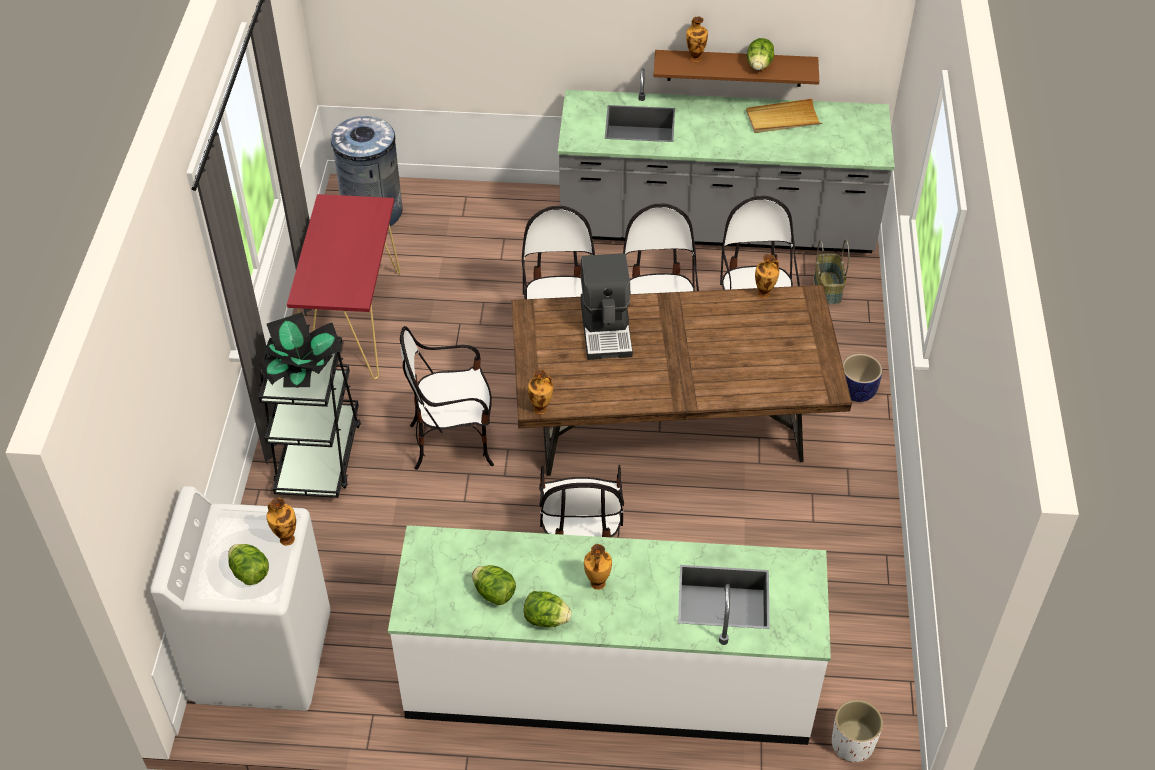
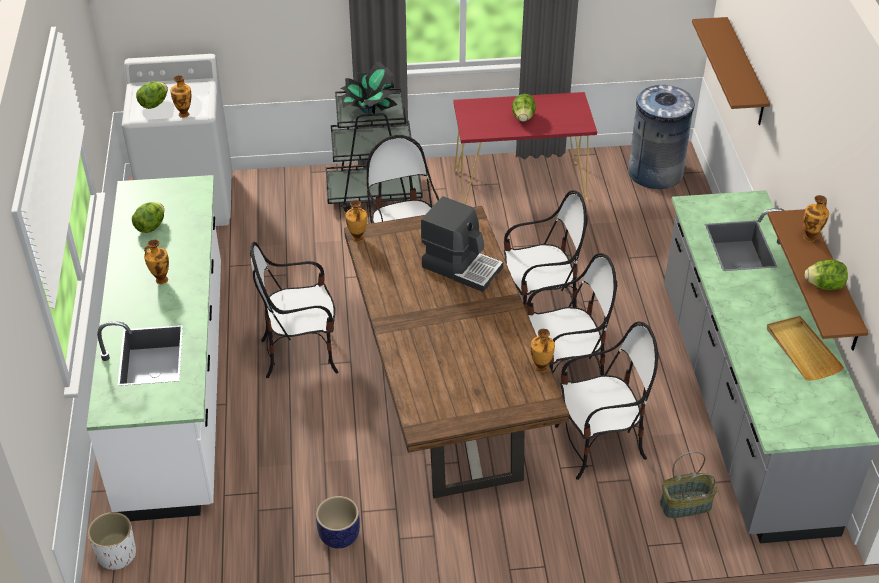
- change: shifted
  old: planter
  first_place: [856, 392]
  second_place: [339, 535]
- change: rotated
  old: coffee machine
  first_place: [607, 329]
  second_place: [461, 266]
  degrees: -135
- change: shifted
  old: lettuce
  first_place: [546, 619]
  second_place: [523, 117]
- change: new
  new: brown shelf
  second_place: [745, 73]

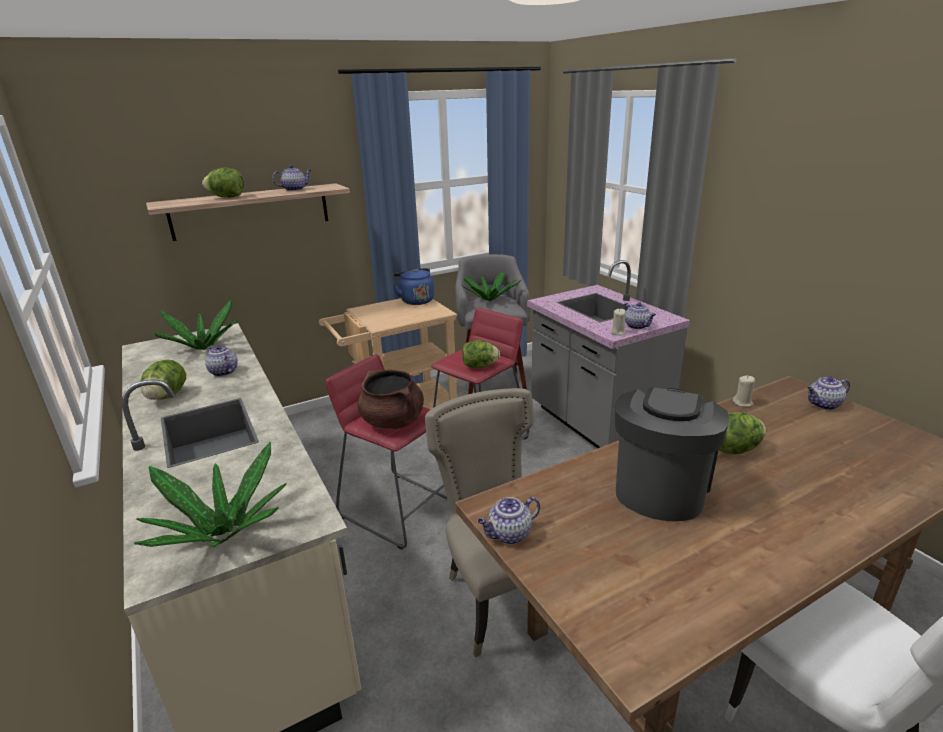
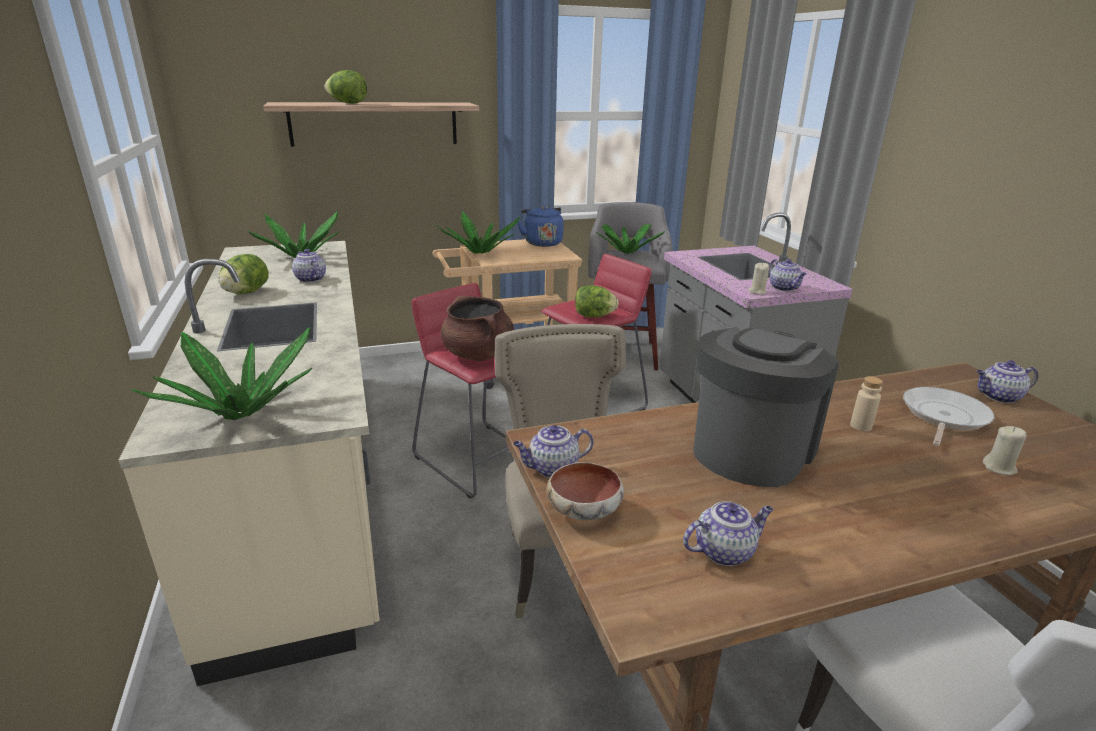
- change: new
  new: potted plant
  second_place: [480, 252]
- change: new
  new: bowl
  second_place: [585, 510]
- change: shifted
  old: teapot
  first_place: [295, 189]
  second_place: [724, 551]
- change: swapped
  old: lettuce
  new: beige bottle
  first_place: [734, 449]
  second_place: [860, 426]
- change: new
  new: frying pan
  second_place: [943, 417]
- change: shifted
  old: beige candle
  first_place: [742, 403]
  second_place: [999, 468]

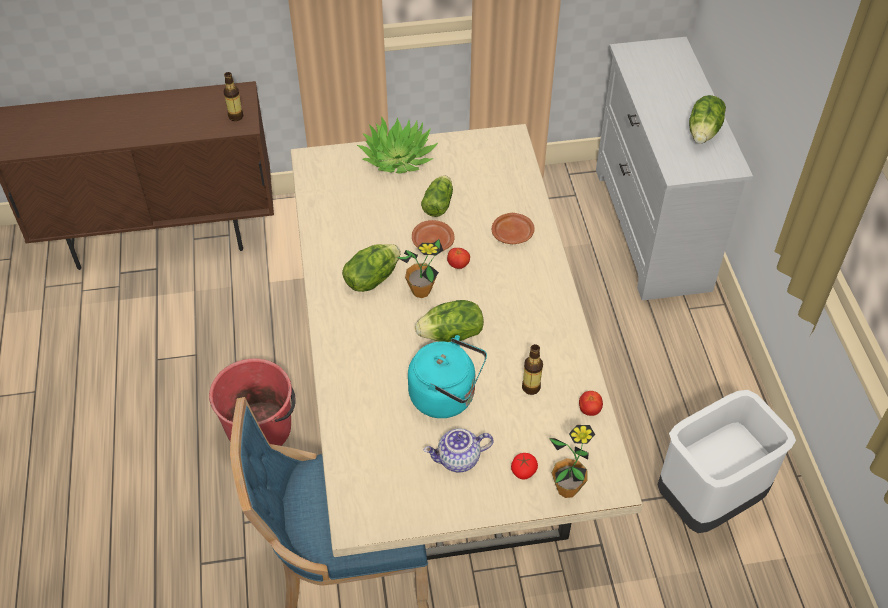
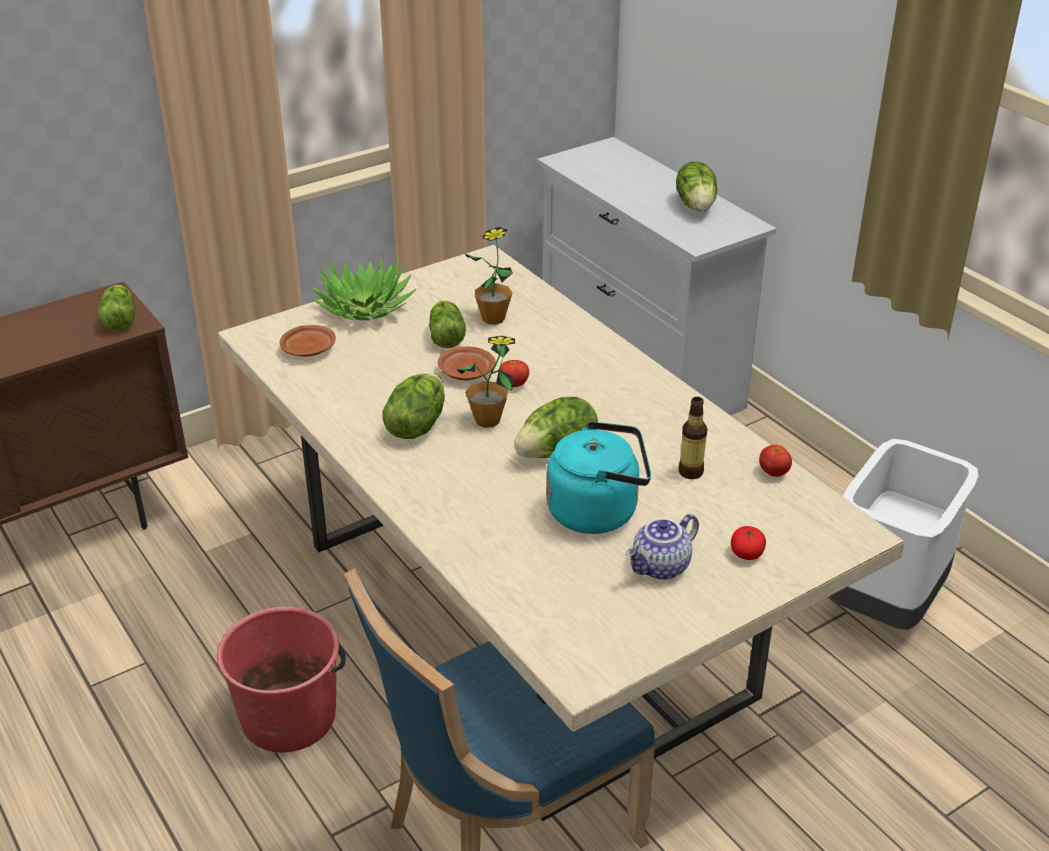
- change: swapped
  old: bottle
  new: lettuce
  first_place: [236, 116]
  second_place: [120, 319]
- change: shifted
  old: brown plate
  first_place: [513, 234]
  second_place: [309, 349]
- change: shifted
  old: potted plant
  first_place: [567, 488]
  second_place: [493, 318]

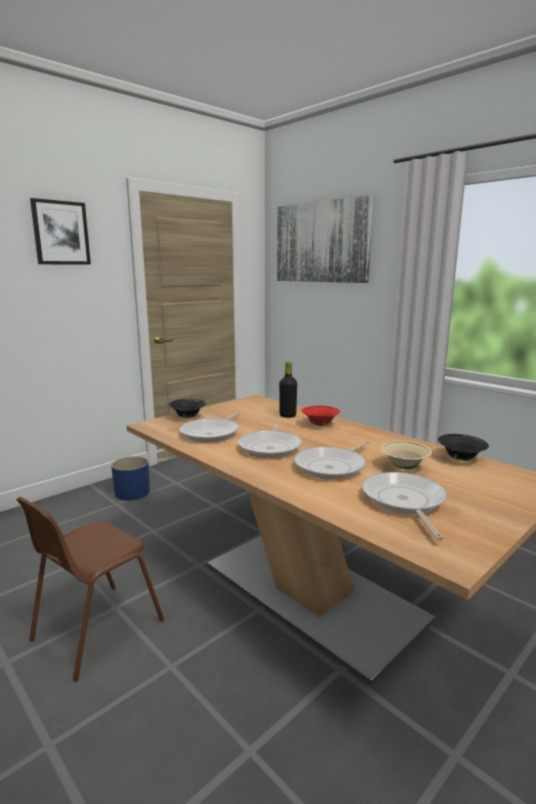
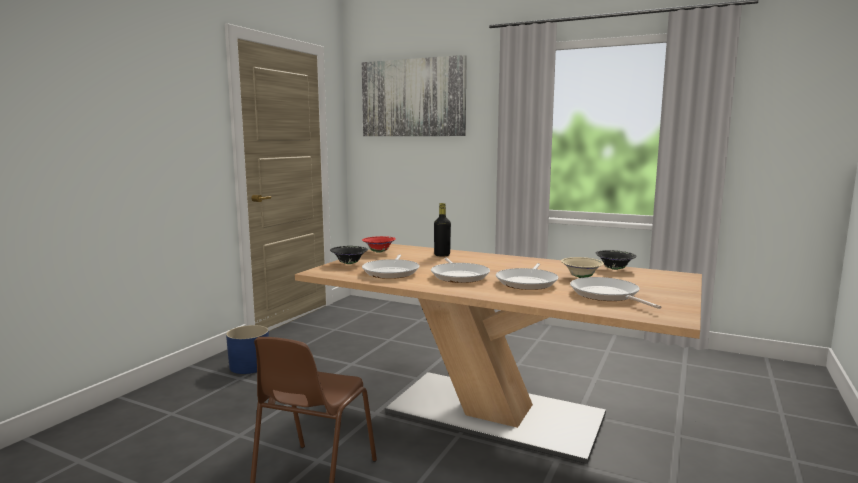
- change: shifted
  old: red bowl
  first_place: [320, 425]
  second_place: [379, 252]
- change: gone
  old: picture
  first_place: [61, 233]

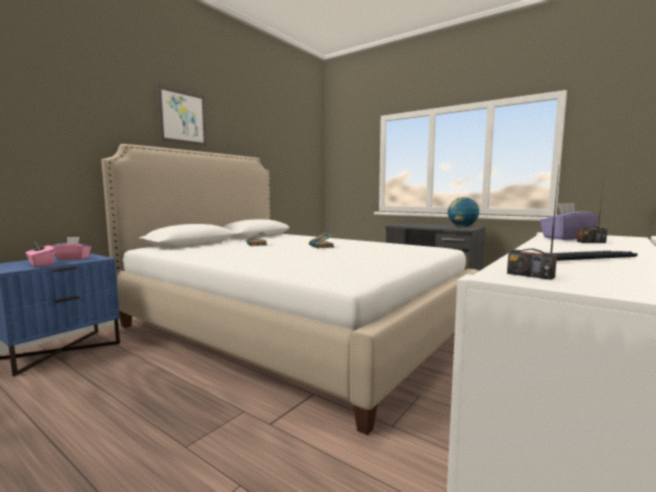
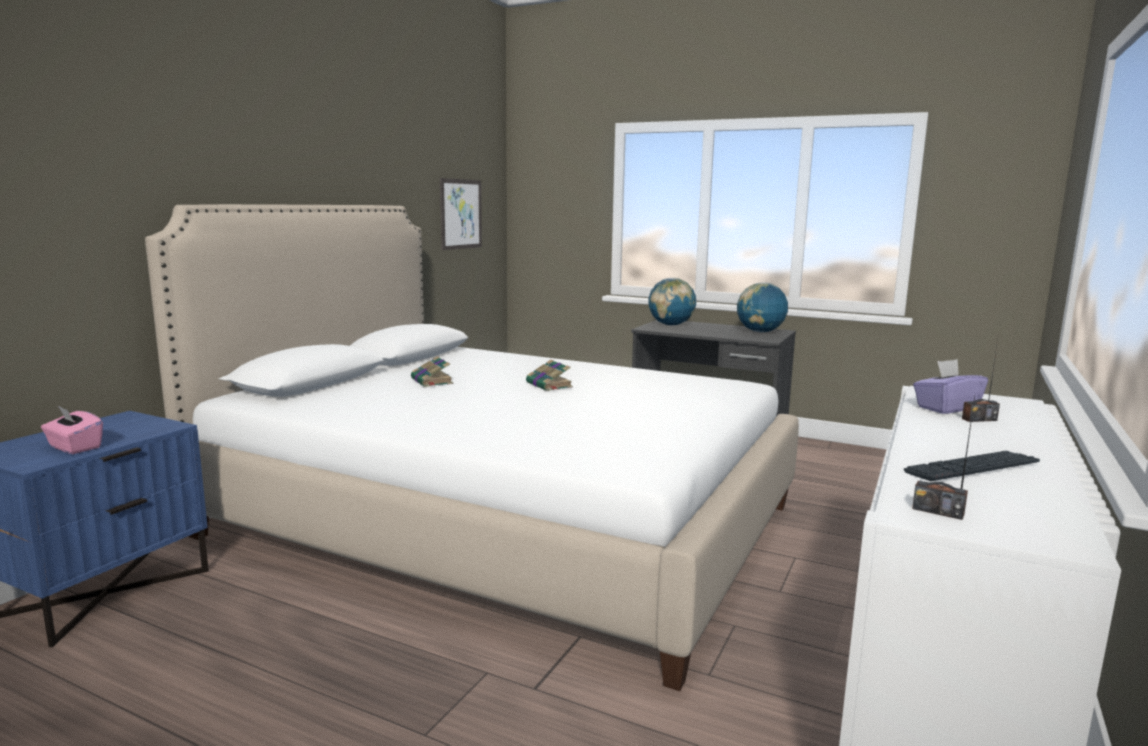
- change: shifted
  old: picture
  first_place: [182, 117]
  second_place: [461, 214]
- change: new
  new: globe
  second_place: [671, 325]
- change: gone
  old: pink tissue box
  first_place: [73, 258]

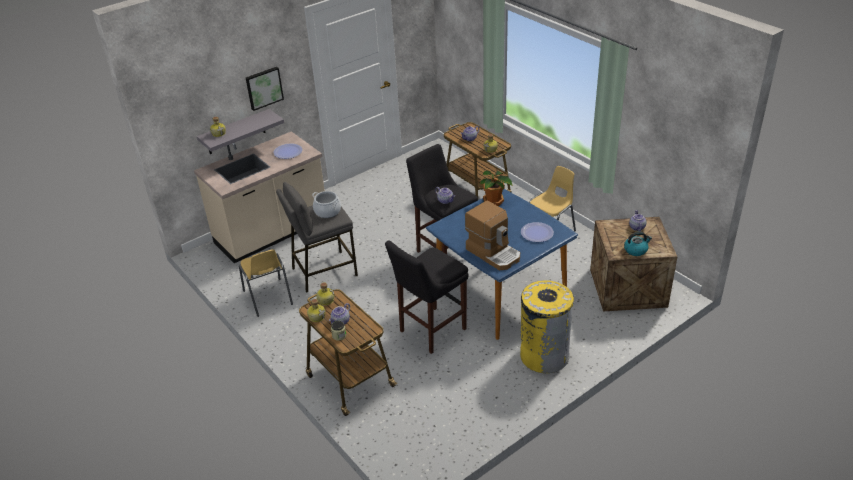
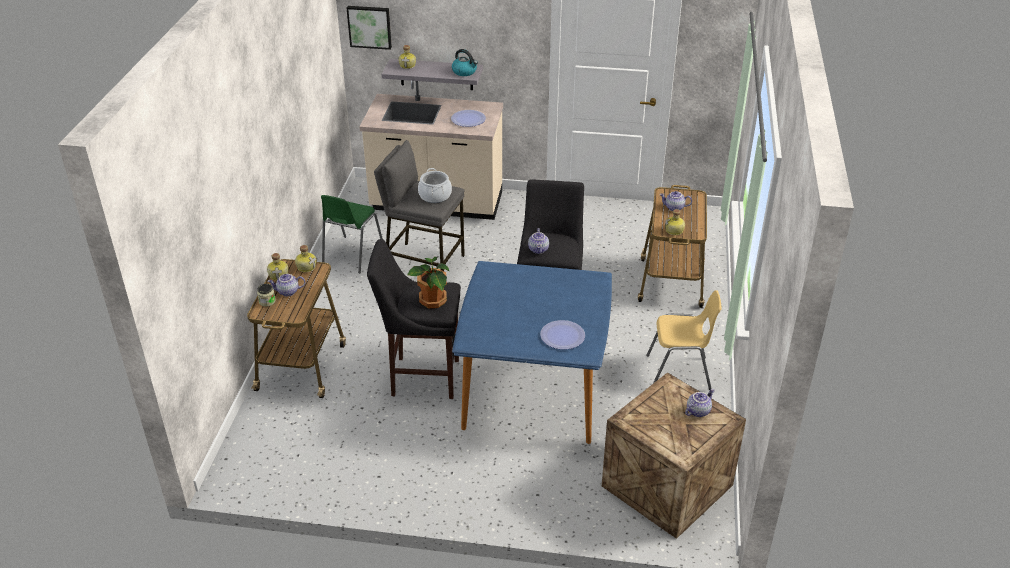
- change: repainted
  old: yellow chair
  new: green chair
  first_place: [268, 298]
  second_place: [352, 255]
- change: shifted
  old: picture
  first_place: [264, 88]
  second_place: [369, 26]
- change: shifted
  old: potted plant
  first_place: [493, 202]
  second_place: [432, 301]
- change: shifted
  old: kettle
  first_place: [636, 250]
  second_place: [465, 72]
- change: gone
  old: coffee machine
  first_place: [494, 253]
- change: gone
  old: yellow trash can
  first_place: [544, 355]

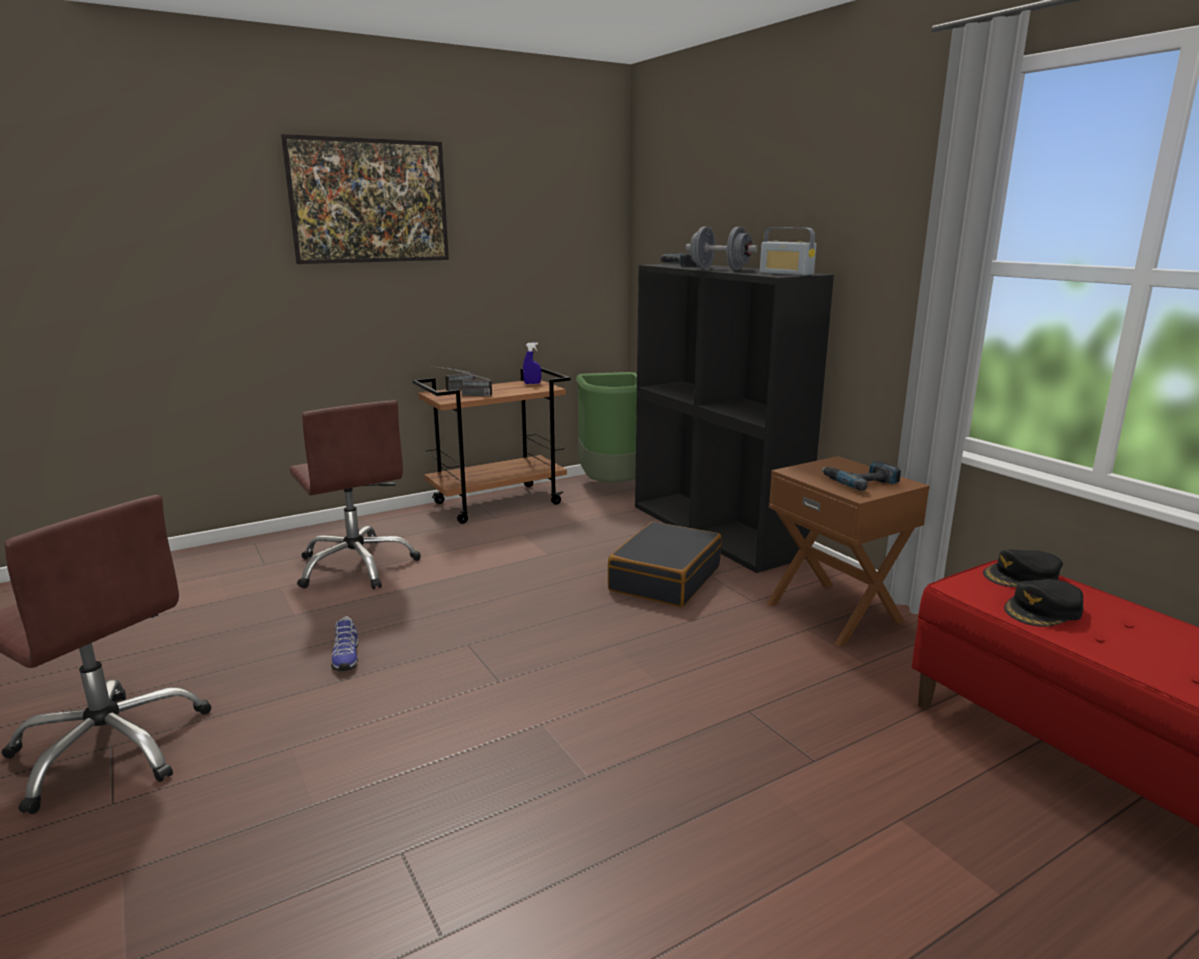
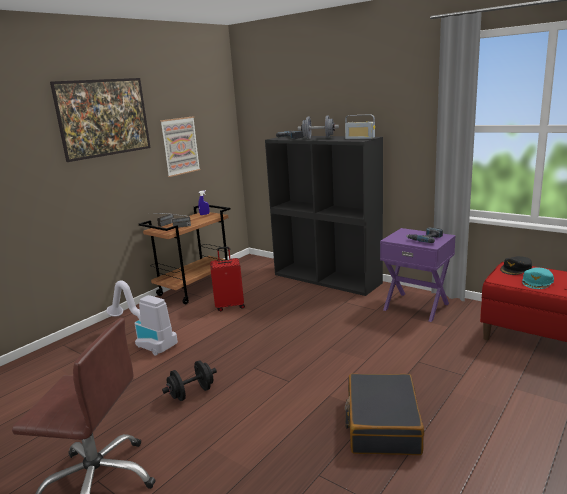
- change: swapped
  old: brown office chair
  new: vacuum cleaner
  first_place: [357, 566]
  second_place: [146, 342]
- change: new
  new: picture
  second_place: [180, 146]
- change: swapped
  old: shoe
  new: black dumbbell
  first_place: [345, 658]
  second_place: [192, 393]
- change: new
  new: red suitcase
  second_place: [230, 306]
- change: shifted
  old: black suitcase
  first_place: [664, 578]
  second_place: [382, 424]
- change: repainted
  old: brown nightstand
  new: purple nightstand
  first_place: [835, 612]
  second_place: [416, 306]
- change: repainted
  old: black cap
  new: turquoise cap
  first_place: [1043, 611]
  second_place: [537, 282]
- change: gone
  old: green trash can
  first_place: [612, 486]

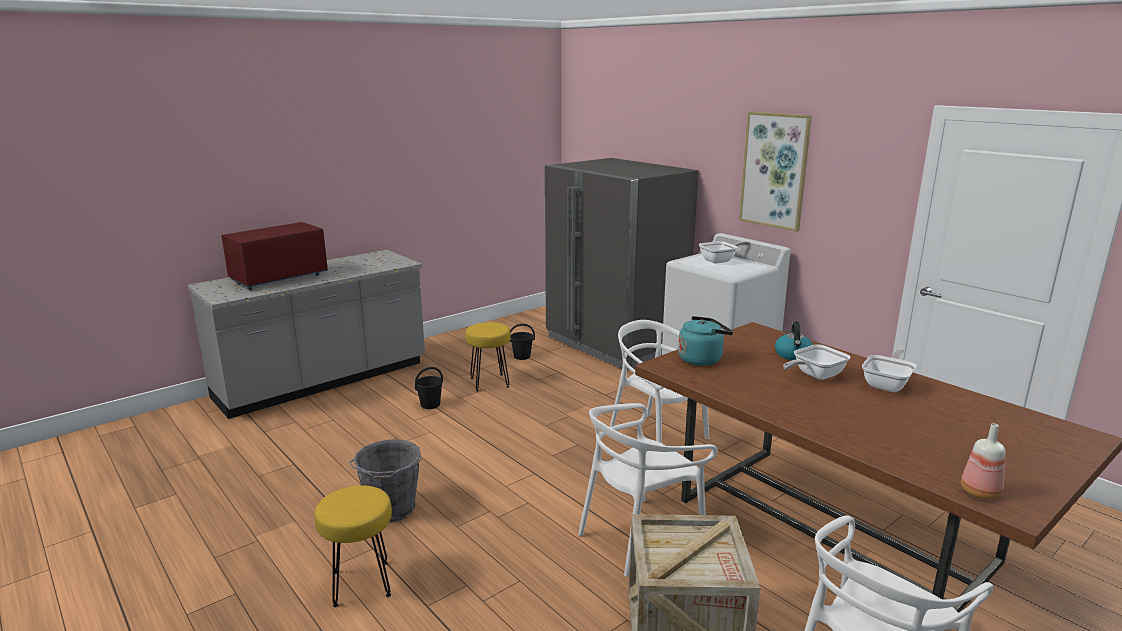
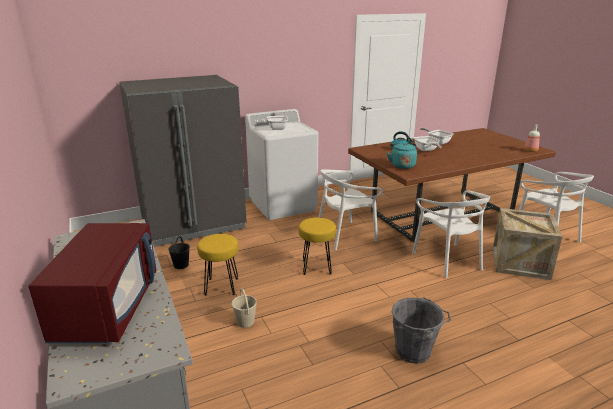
- change: rotated
  old: red microwave
  first_place: [279, 278]
  second_place: [108, 307]
  degrees: -150
- change: repainted
  old: black bucket
  new: beige bucket
  first_place: [430, 405]
  second_place: [245, 322]
- change: shifted
  old: yellow stool
  first_place: [360, 583]
  second_place: [316, 267]
- change: gone
  old: picture
  first_place: [774, 170]

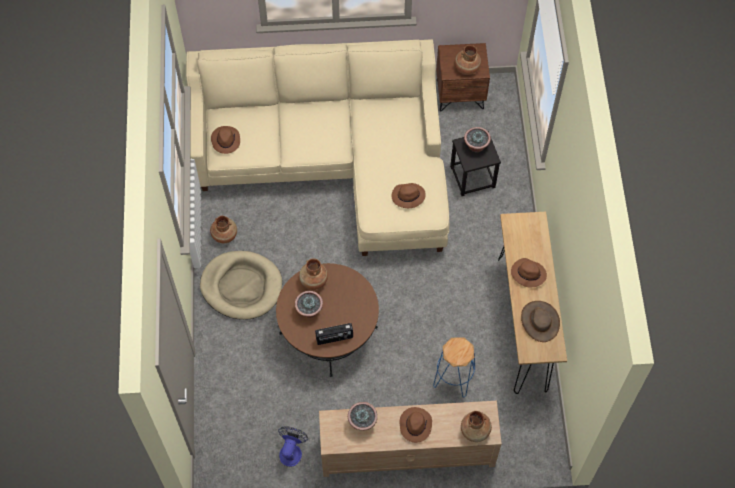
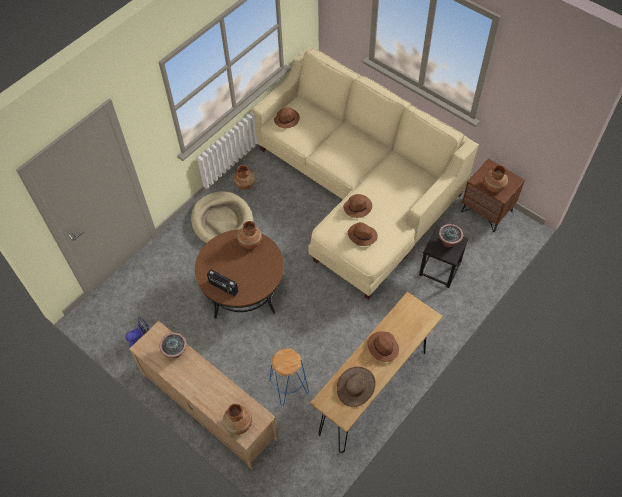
- change: shifted
  old: brown hat
  first_place: [415, 425]
  second_place: [358, 207]
- change: gone
  old: potted plant
  first_place: [309, 310]

